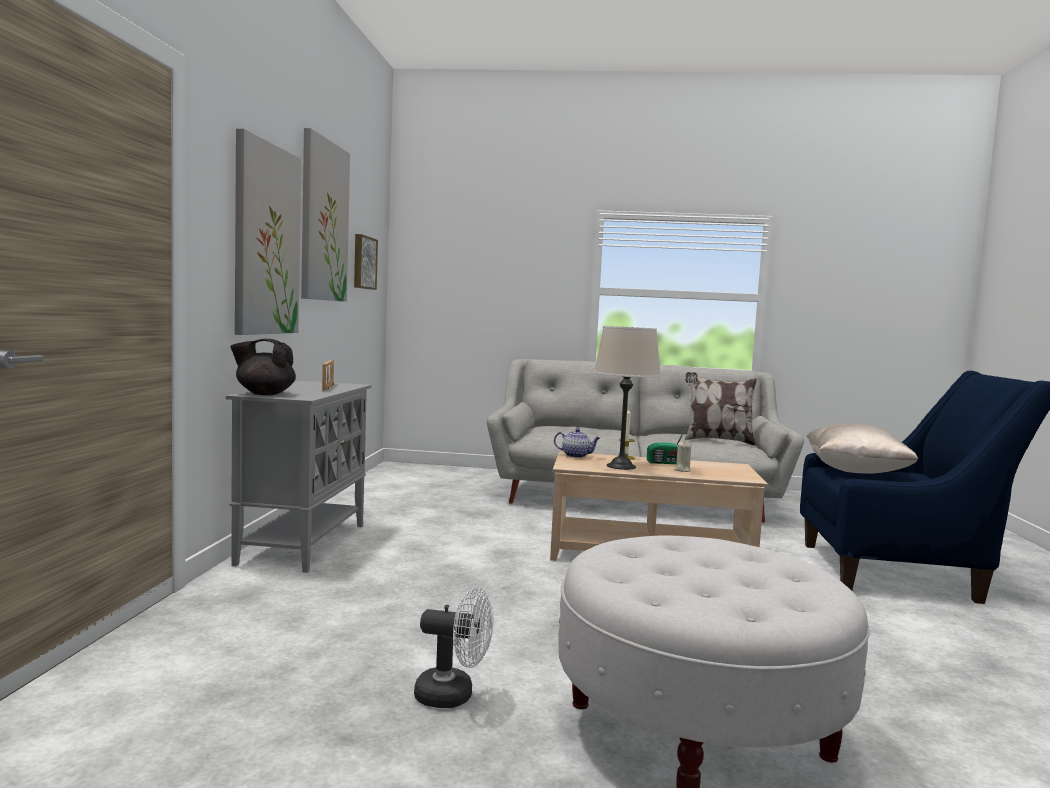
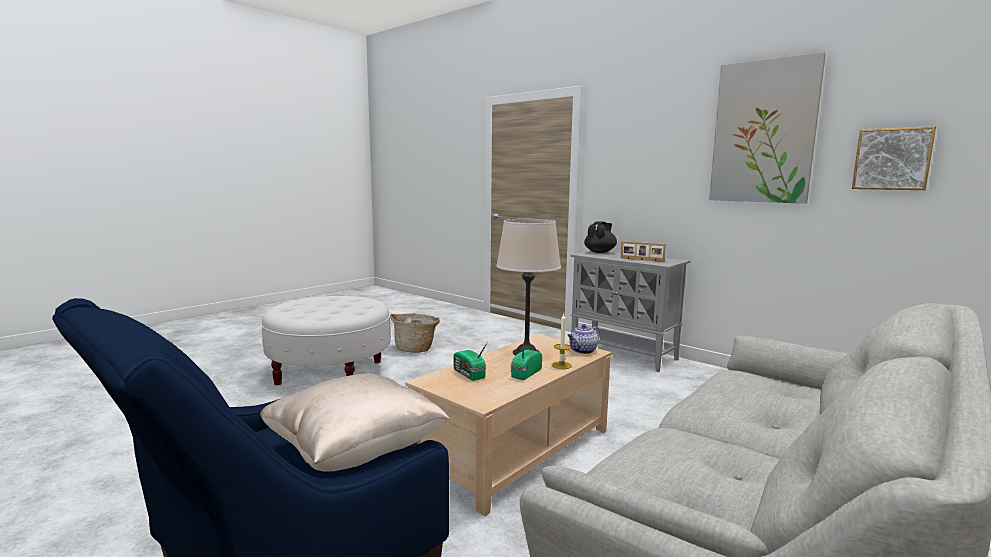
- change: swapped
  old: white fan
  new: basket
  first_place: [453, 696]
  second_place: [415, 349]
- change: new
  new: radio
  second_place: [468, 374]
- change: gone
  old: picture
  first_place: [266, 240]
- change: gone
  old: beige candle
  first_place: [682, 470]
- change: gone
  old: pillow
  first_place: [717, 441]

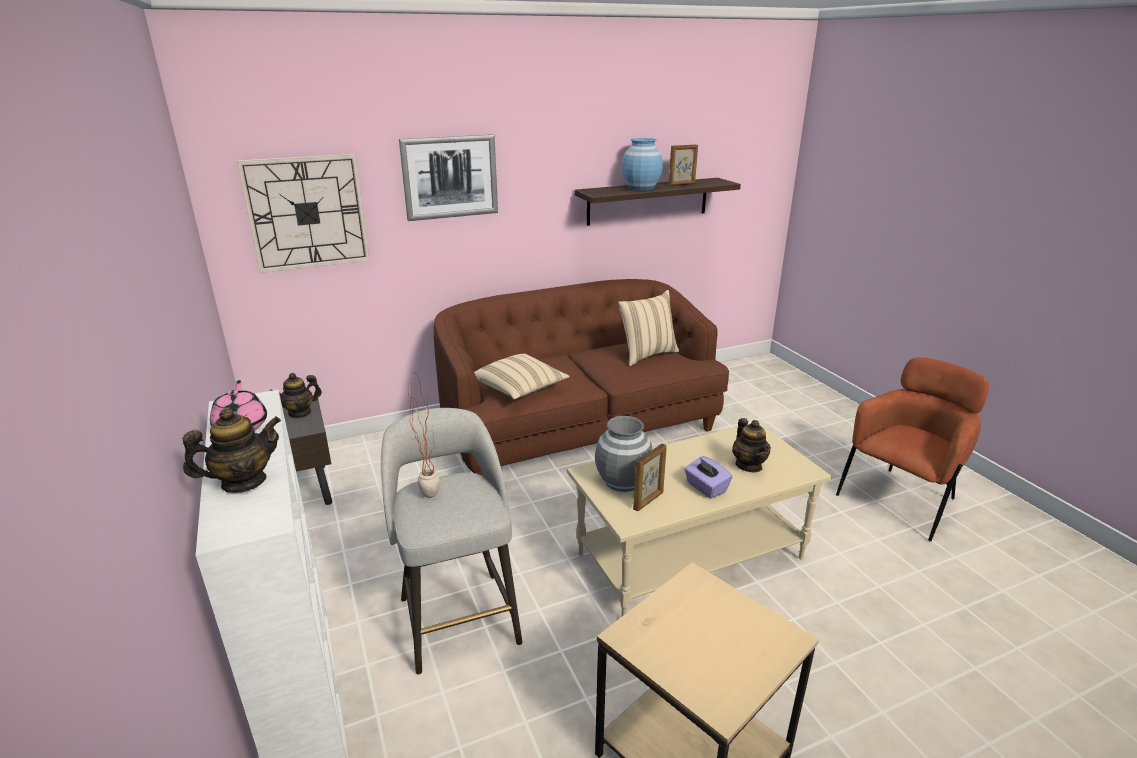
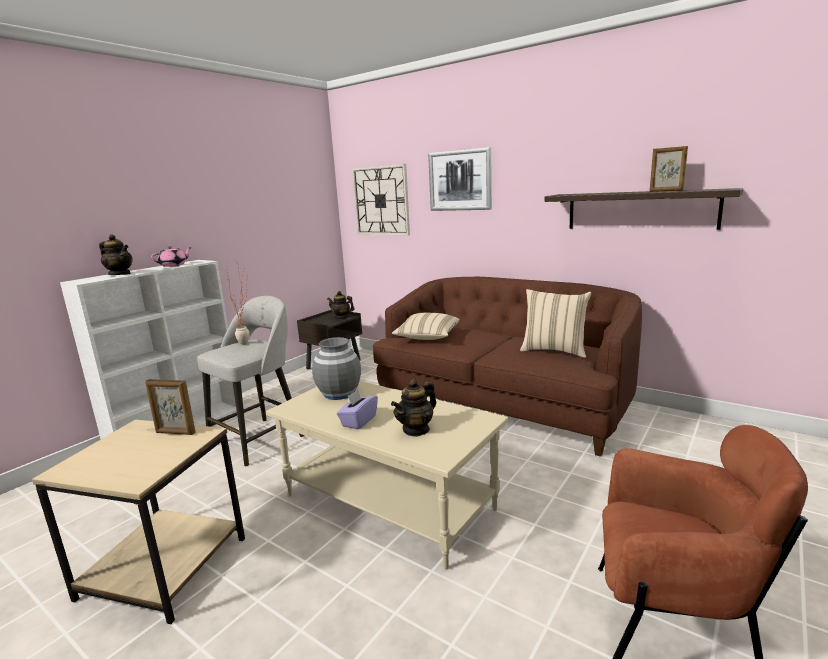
- change: shifted
  old: picture frame
  first_place: [648, 501]
  second_place: [175, 433]
- change: gone
  old: blue vase
  first_place: [640, 187]

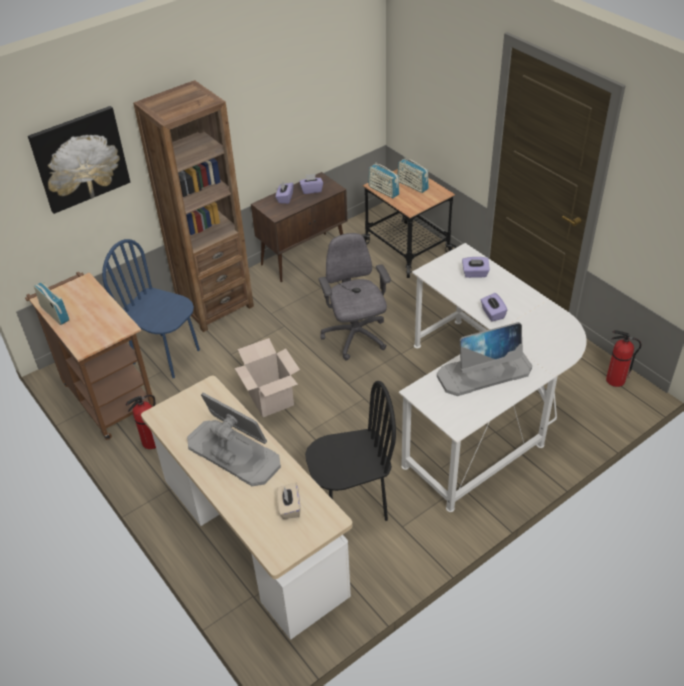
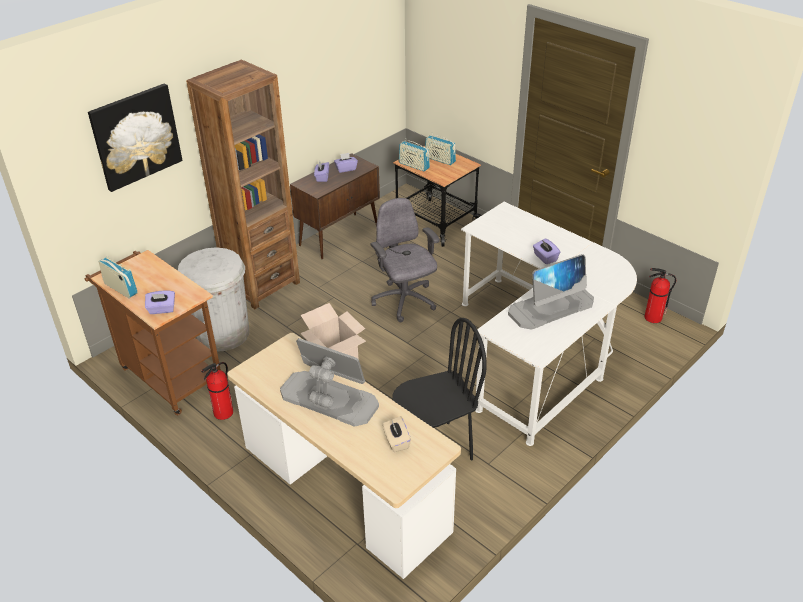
- change: shifted
  old: purple tissue box
  first_place: [475, 274]
  second_place: [162, 309]
- change: swapped
  old: blue chair
  new: white trash can
  first_place: [167, 356]
  second_place: [222, 333]

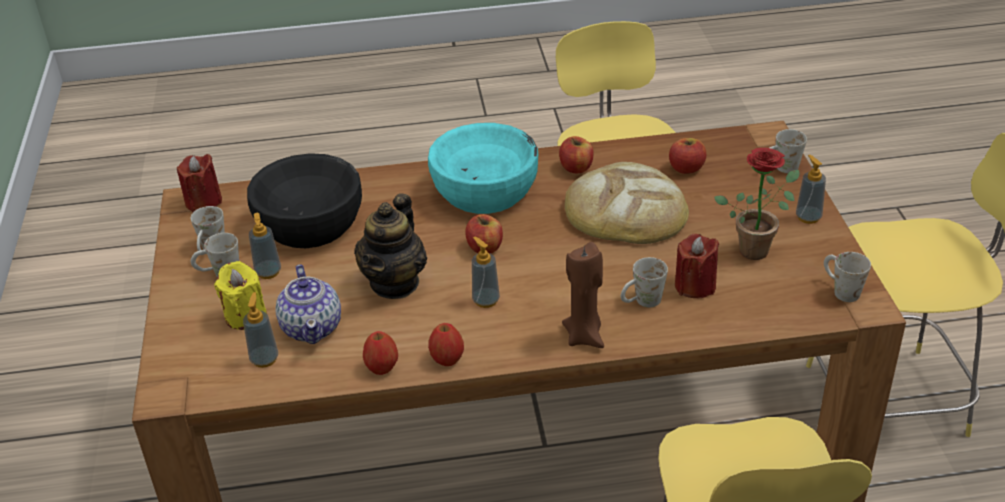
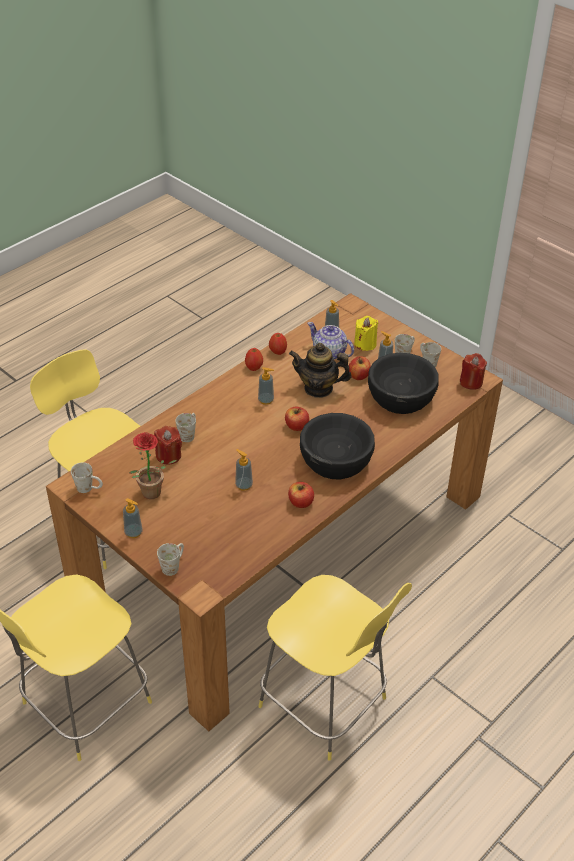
- change: swapped
  old: bread
  new: soap dispenser
  first_place: [625, 211]
  second_place: [244, 485]
- change: rotated
  old: teapot
  first_place: [395, 283]
  second_place: [318, 388]
  degrees: -60
- change: repainted
  old: turquoise bowl
  new: black bowl
  first_place: [485, 190]
  second_place: [336, 460]
- change: shifted
  old: apple
  first_place: [686, 168]
  second_place: [359, 376]
- change: gone
  old: brown candle
  first_place: [584, 336]

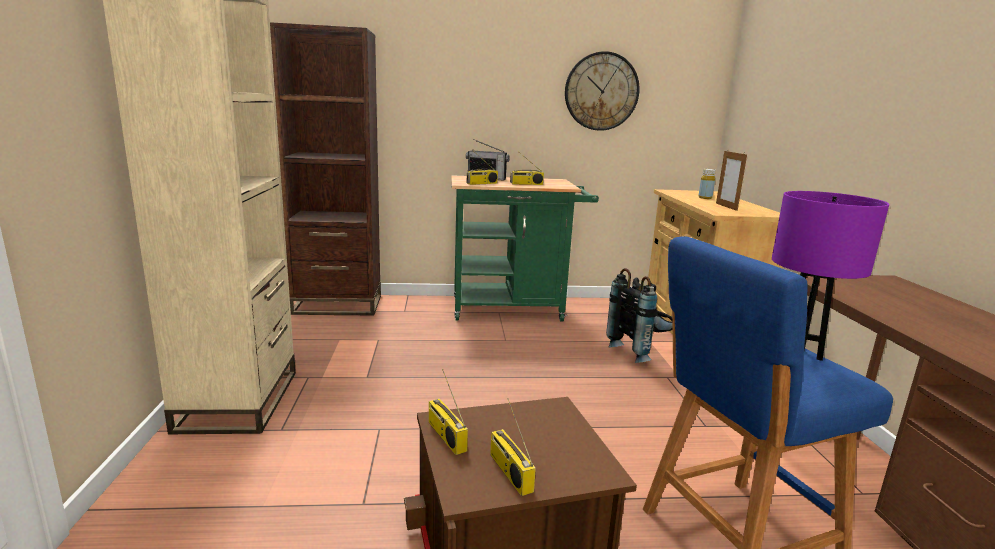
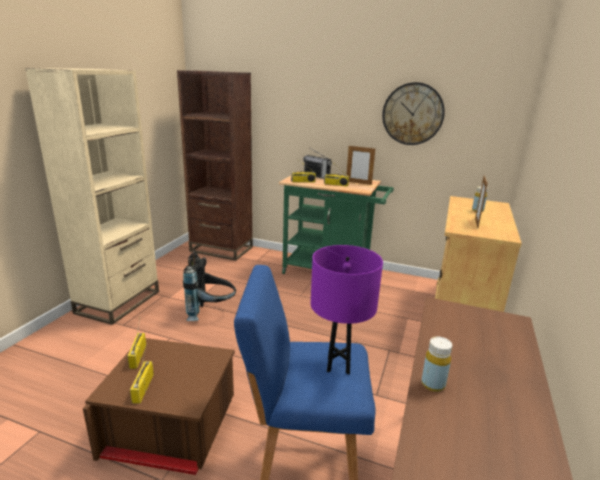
- change: shifted
  old: black backpack
  first_place: [640, 351]
  second_place: [210, 312]
- change: new
  new: picture frame
  second_place: [358, 183]
- change: new
  new: yellow bottle
  second_place: [433, 384]

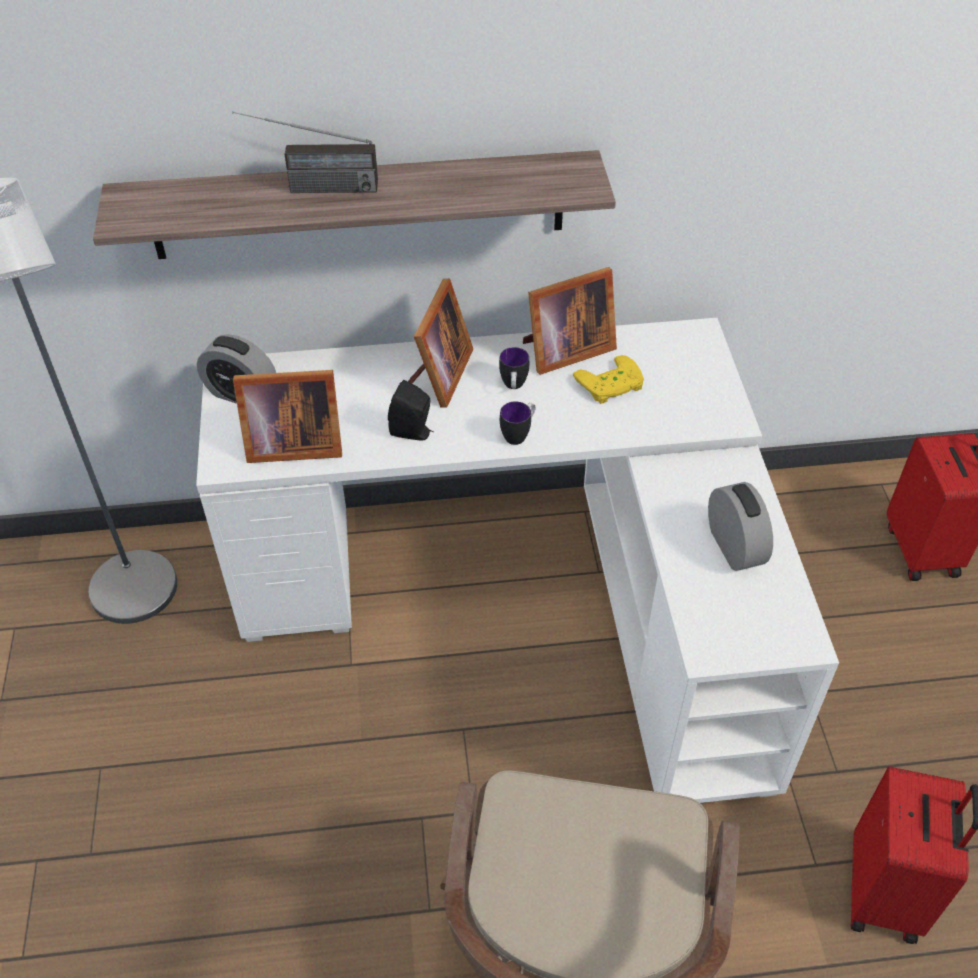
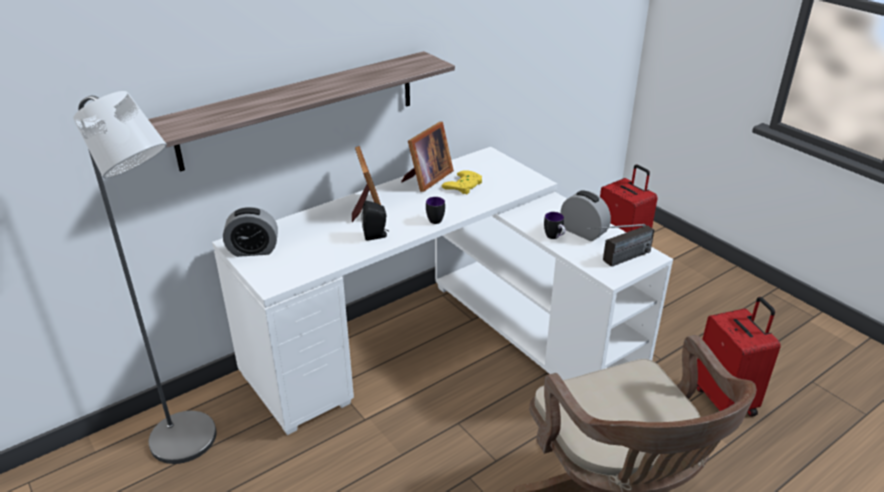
- change: shifted
  old: mug
  first_place: [513, 387]
  second_place: [554, 237]
- change: shifted
  old: radio
  first_place: [310, 188]
  second_place: [617, 261]
- change: gone
  old: picture frame
  first_place: [291, 444]

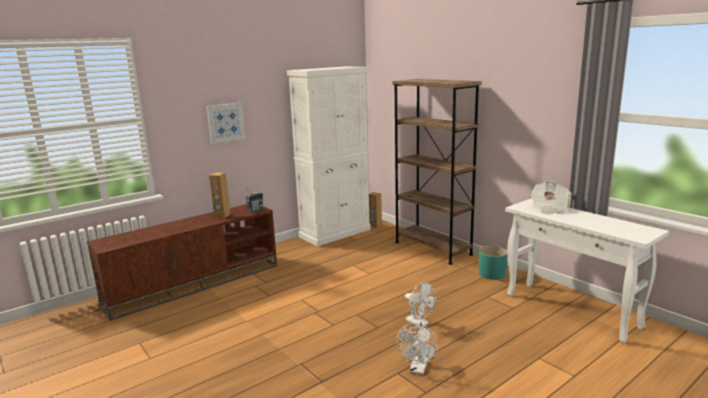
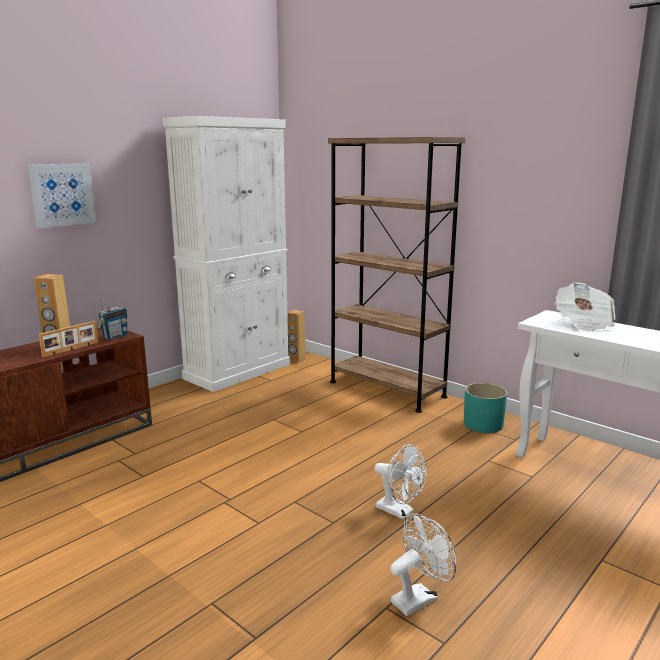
- change: new
  new: picture frame
  second_place: [71, 349]
- change: rotated
  old: white fan
  first_place: [418, 369]
  second_place: [419, 597]
  degrees: -135

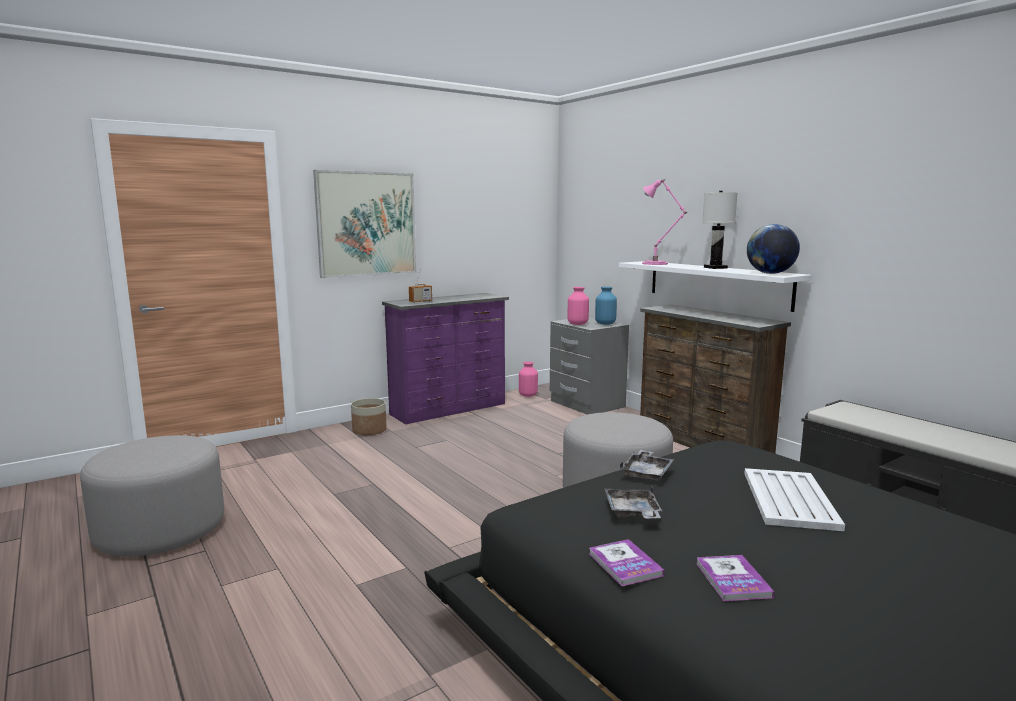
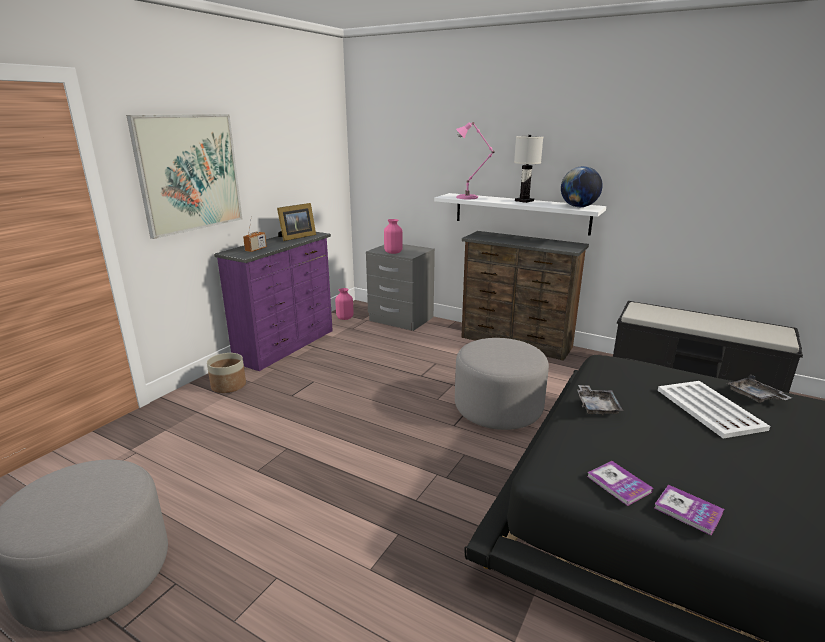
- change: new
  new: picture frame
  second_place: [296, 237]
- change: shifted
  old: book
  first_place: [733, 580]
  second_place: [619, 484]
- change: shifted
  old: grey tray
  first_place: [632, 513]
  second_place: [755, 396]
- change: gone
  old: blue vase
  first_place: [605, 324]

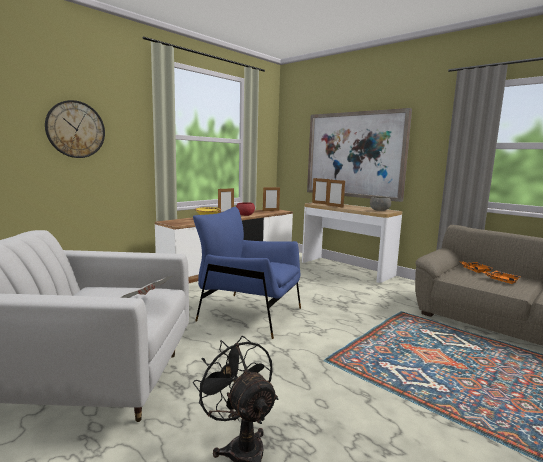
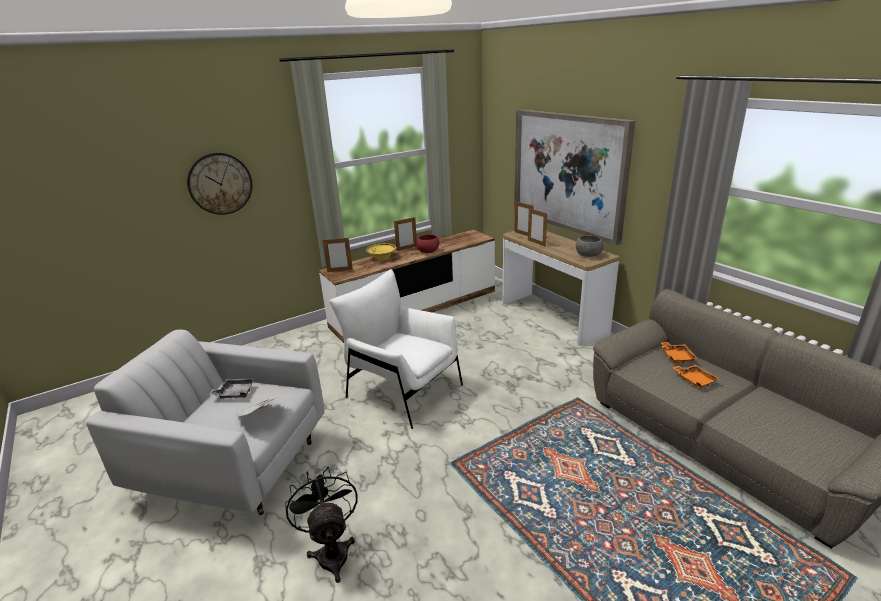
- change: new
  new: grey tray
  second_place: [235, 393]
- change: shifted
  old: picture frame
  first_place: [270, 210]
  second_place: [340, 270]
- change: repainted
  old: blue armchair
  new: white armchair
  first_place: [249, 314]
  second_place: [403, 390]

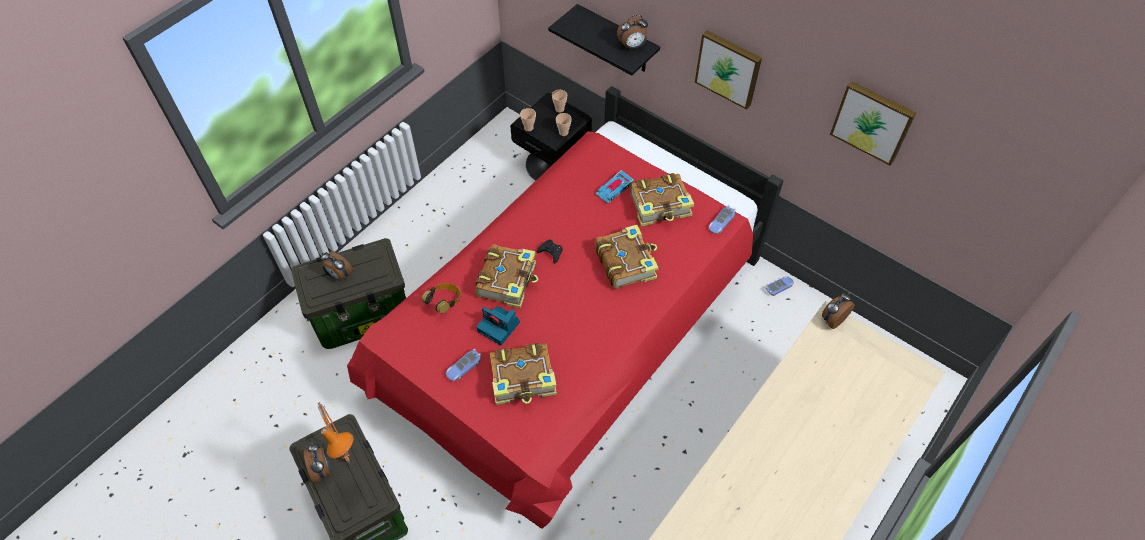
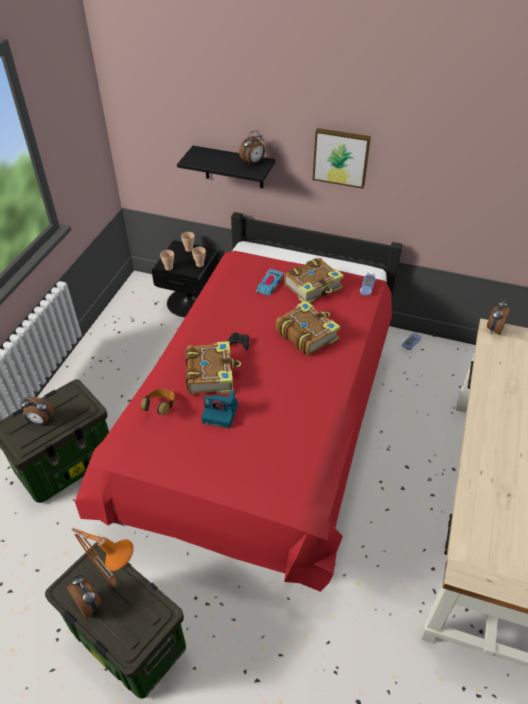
- change: gone
  old: toy car
  first_place: [463, 367]
- change: gone
  old: book
  first_place: [523, 379]
- change: gone
  old: picture
  first_place: [873, 121]

